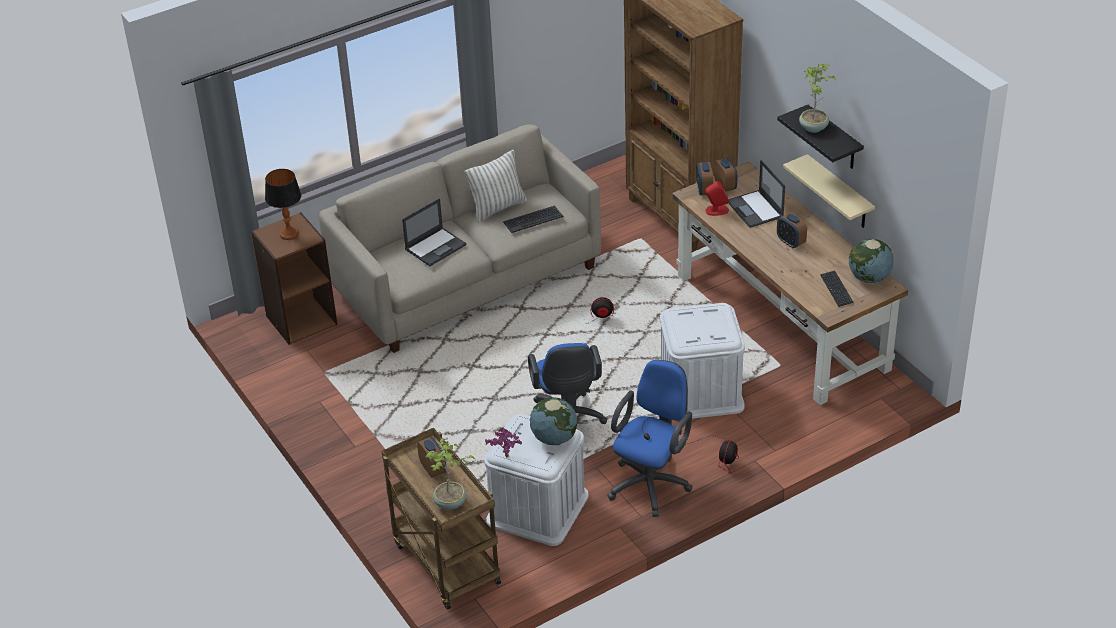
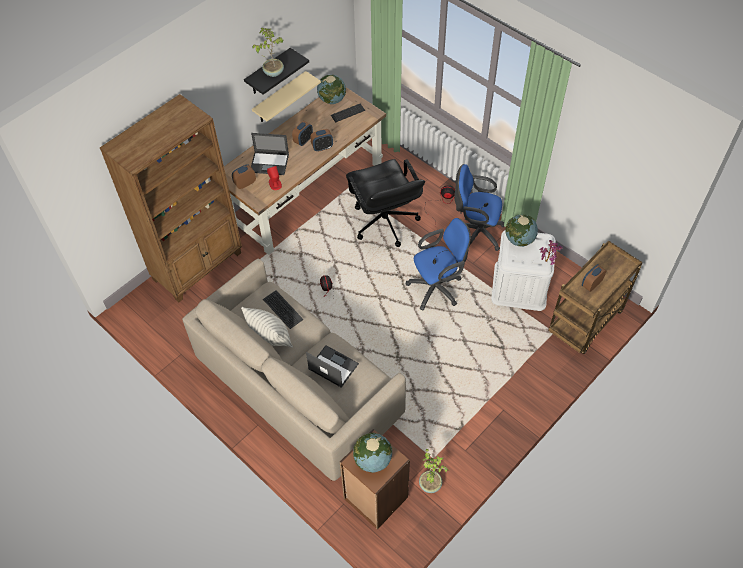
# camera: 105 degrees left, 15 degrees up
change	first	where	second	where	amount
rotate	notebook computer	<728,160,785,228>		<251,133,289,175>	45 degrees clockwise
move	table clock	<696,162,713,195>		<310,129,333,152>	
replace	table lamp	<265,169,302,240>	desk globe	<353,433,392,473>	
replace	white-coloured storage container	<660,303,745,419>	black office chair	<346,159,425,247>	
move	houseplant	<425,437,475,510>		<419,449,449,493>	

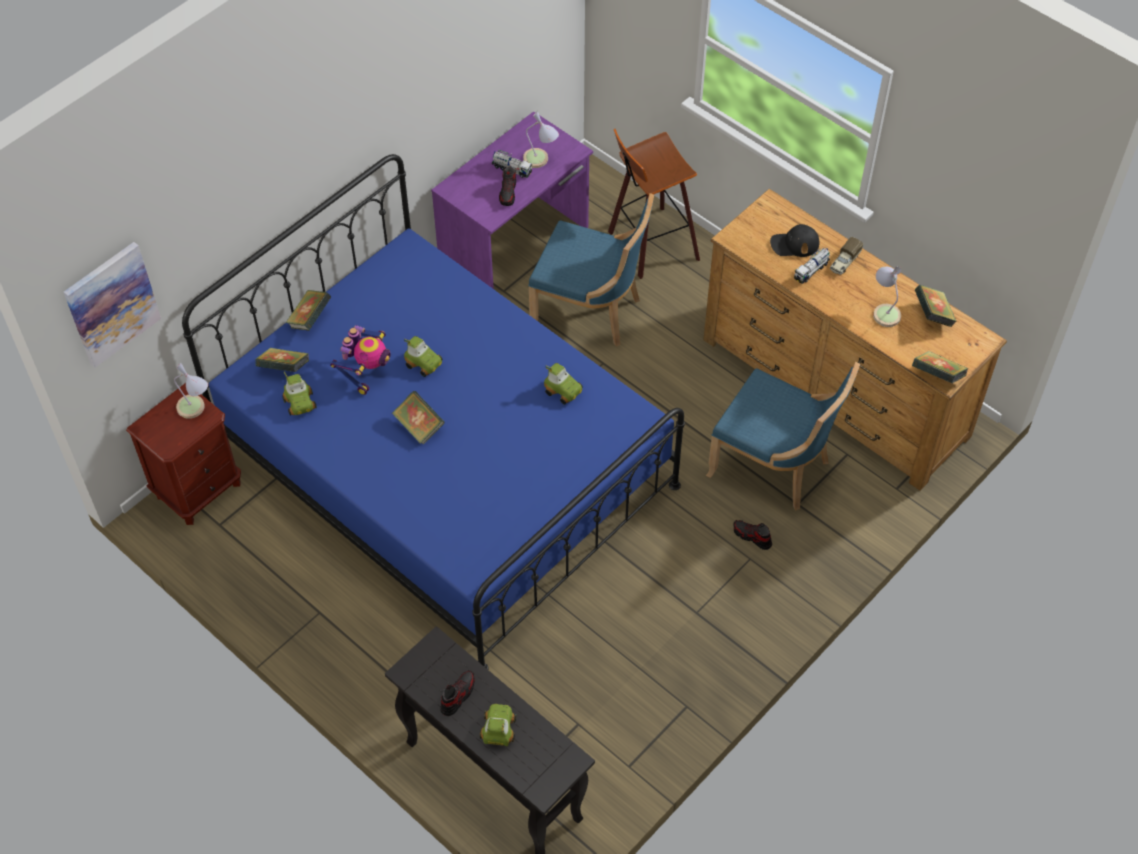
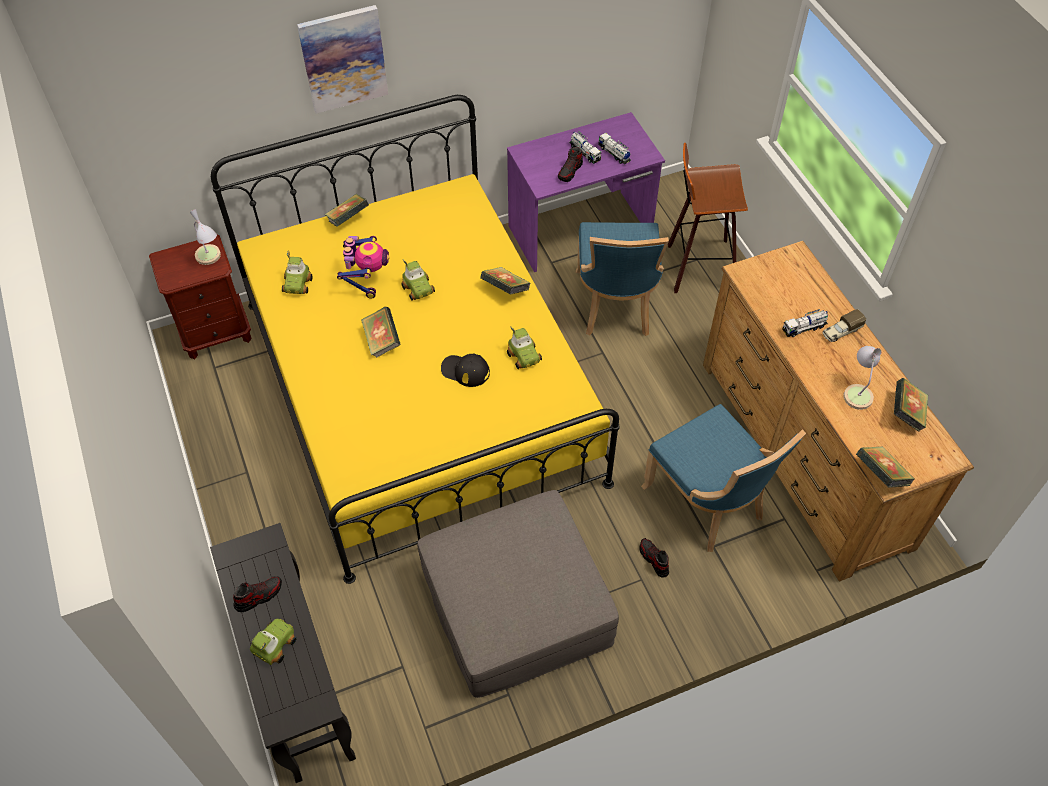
# camera: 25 degrees right, 0 degrees up
change	first	where	second	where	amount
replace	table lamp	<523,111,559,168>	model truck	<598,132,631,164>	
recolor	bluish bed	<182,154,685,669>	yellow-coloured bed	<211,95,620,584>	
rotate	bluish plain chair	<528,193,654,347>		<576,222,669,336>	45 degrees clockwise
move	black cap	<770,224,820,257>		<441,353,490,387>	
move	wall picture	<64,242,161,368>		<297,5,388,114>	
rotate	model robot	<330,325,390,395>		<337,236,390,299>	45 degrees counterclockwise
move	volume	<256,348,309,372>		<480,267,530,295>	
insert			gray pouffe	<417,490,619,698>	

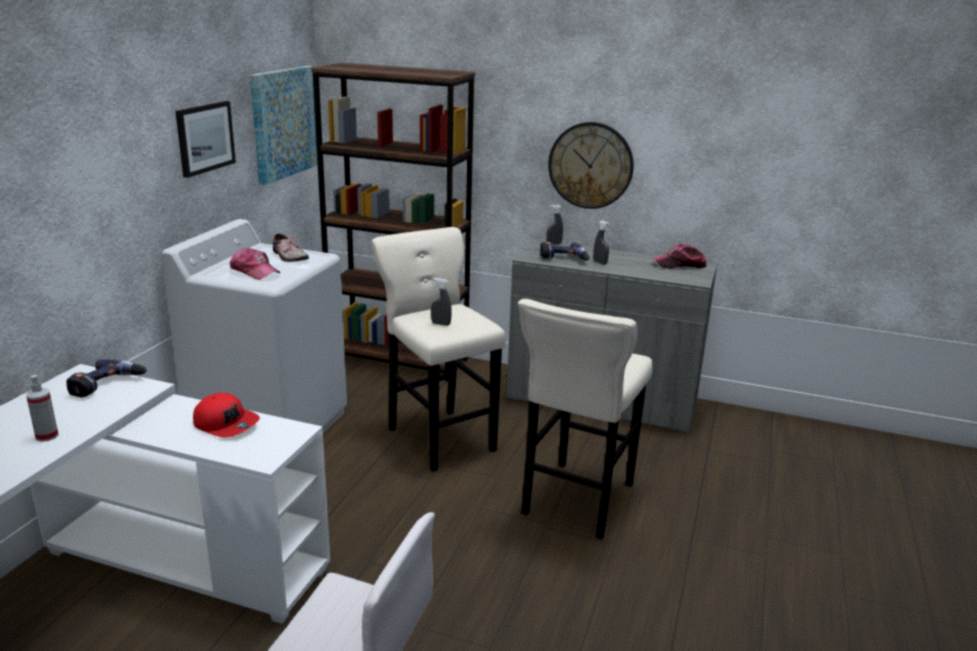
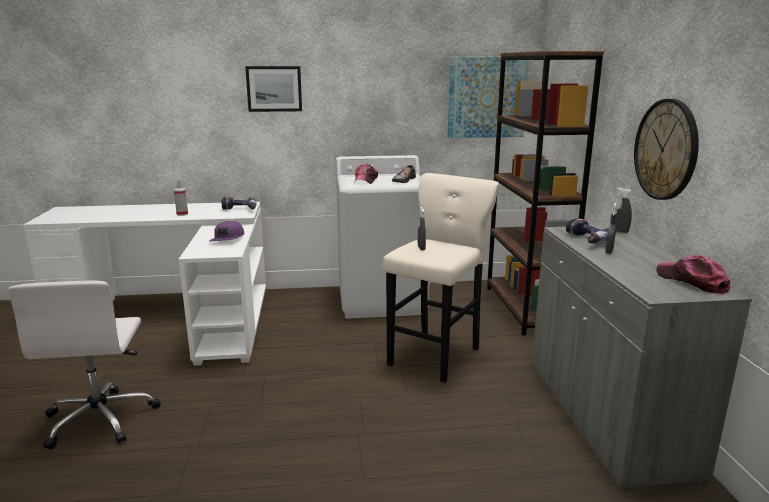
# camera: 65 degrees right, 5 degrees down
change	first	where	second	where	amount
move	wall picture	<175,101,236,178>		<245,66,302,112>	
delete	beige-coloured stool	<518,299,653,540>			
recolor	red-coloured cap	<193,393,260,438>	purplish cap	<210,221,245,241>	

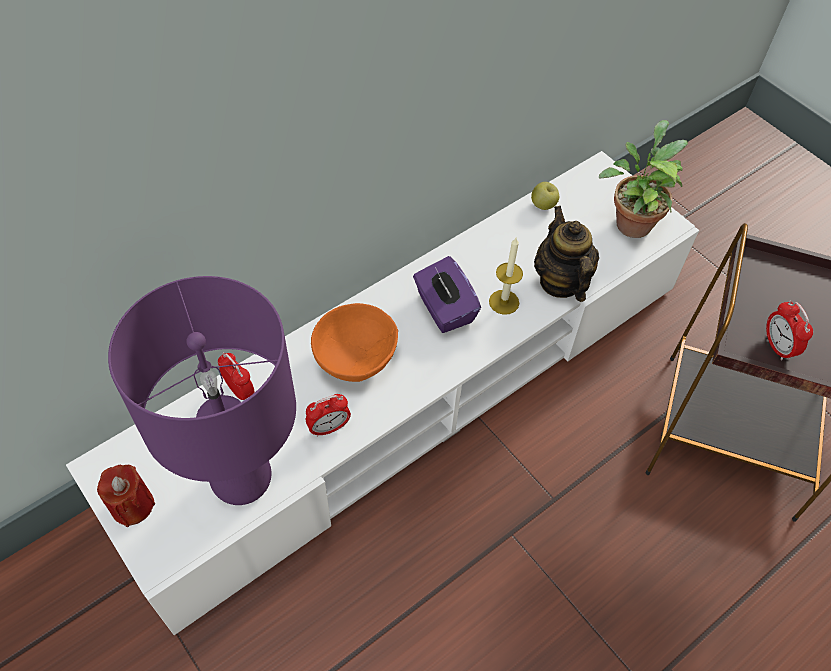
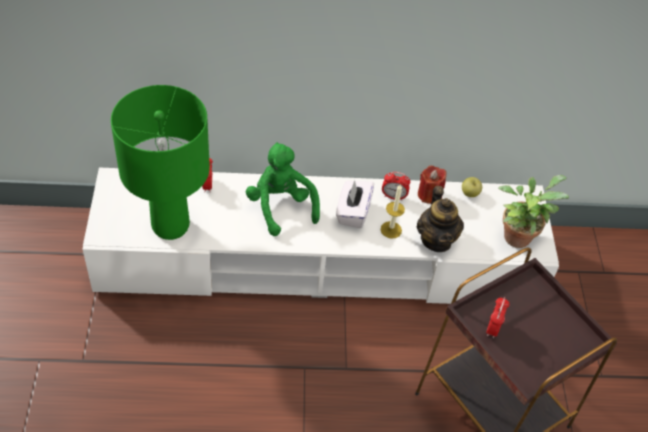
# camera: 35 degrees right, 5 degrees down
change	first	where	second	where	amount
rotate	teapot	<534,206,599,302>		<417,186,464,252>	150 degrees clockwise
recolor	purplish tissue holder	<413,256,481,333>	white-coloured tissue holder	<336,180,374,228>	
recolor	purplish table lamp	<108,276,296,505>	green-coloured table lamp	<111,85,210,240>	
replace	orange-coloured bowl	<311,303,398,382>	green-coloured cuddly toy	<246,142,320,236>	
move	table clock	<306,394,351,437>		<382,172,410,200>	
move	red-coloured wax light	<97,465,155,527>		<418,166,446,204>	

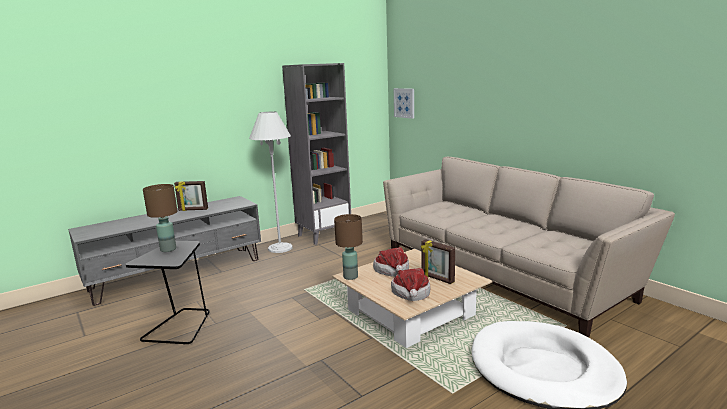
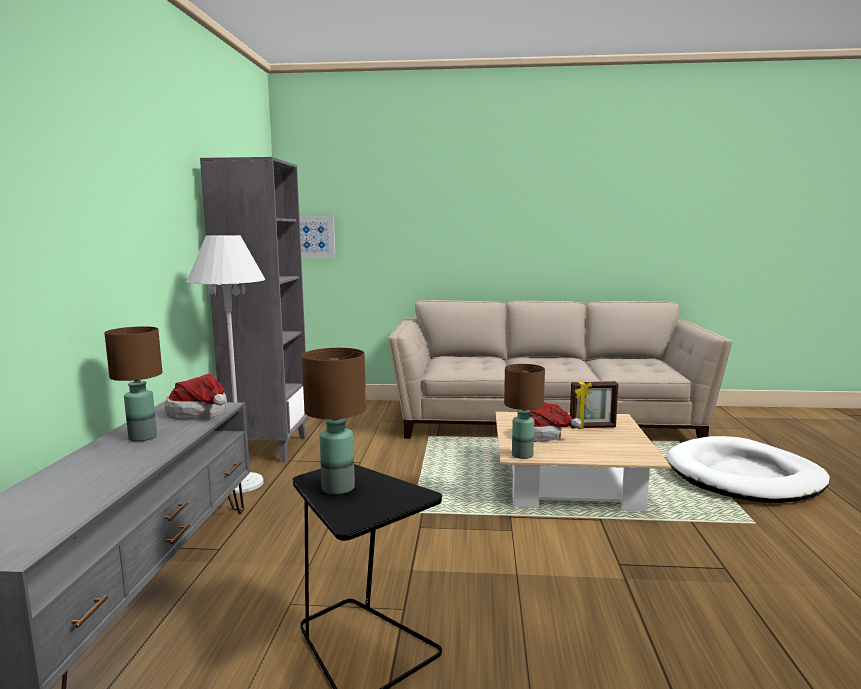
# camera: 50 degrees left, 5 degrees down
change	first	where	second	where	amount
replace	photo frame	<174,181,208,211>	brown-coloured table lamp	<104,326,162,442>	
move	wearable hat	<391,268,430,301>		<165,374,227,419>	

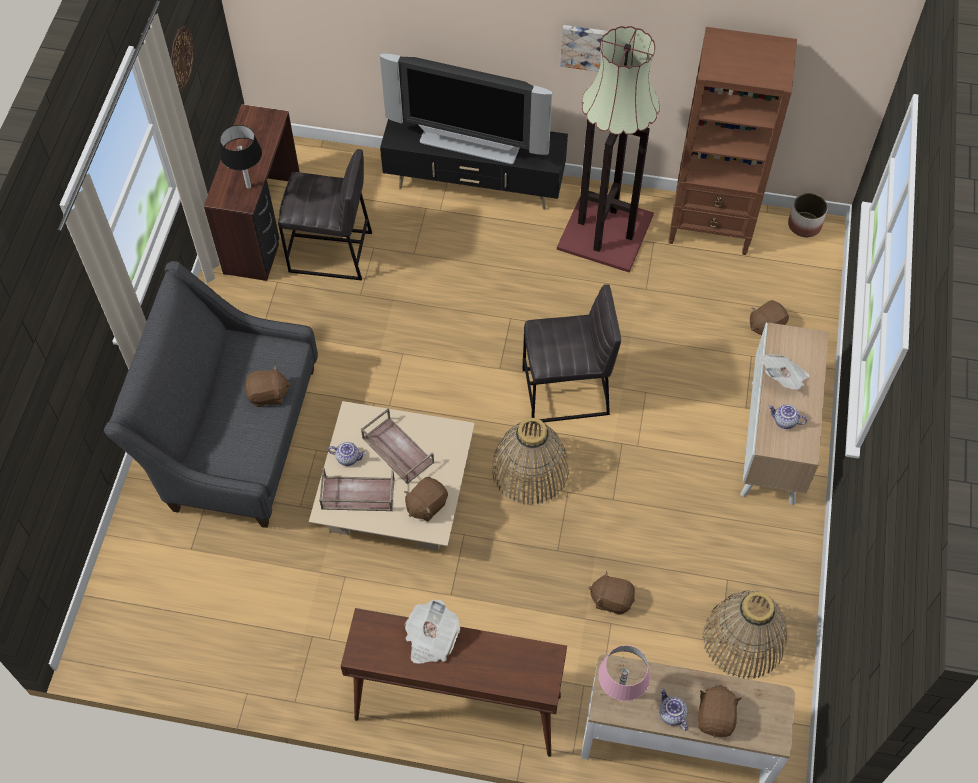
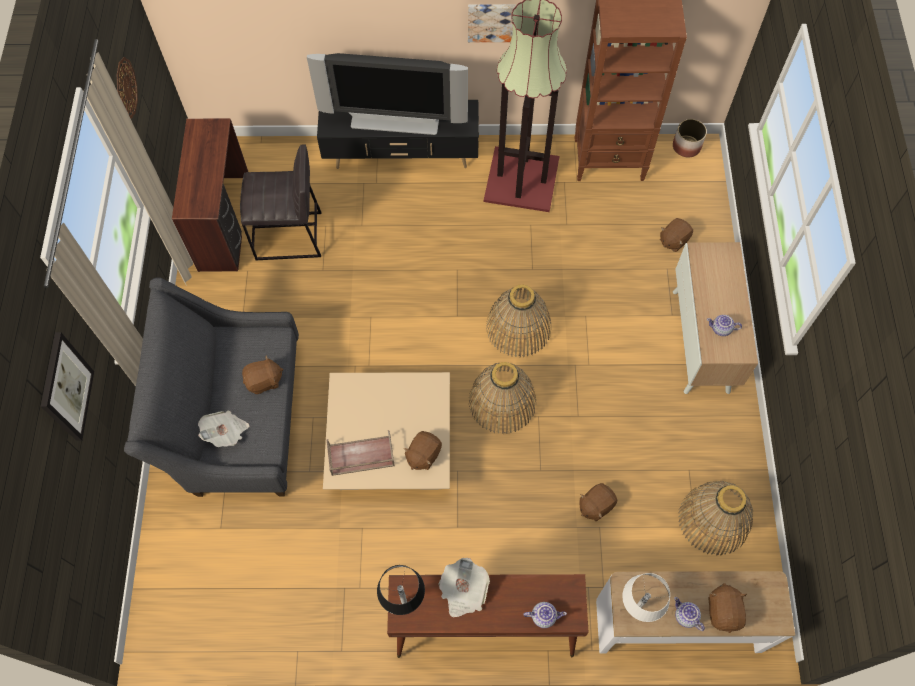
# camera: 10 degrees left, 5 degrees up
change	first	where	second	where	amount
move	black table lamp	<220,125,262,189>		<377,565,425,615>	
replace	gray stool	<523,285,621,424>	household basket	<486,284,551,358>	
move	printed paper	<762,354,809,390>		<198,411,249,447>	
delete	brown-coloured tray	<361,409,434,484>			
move	teapot	<328,442,366,466>		<523,602,567,628>	
rotate	brown-coloured cuddly toy	<589,571,635,615>		<579,483,618,521>	45 degrees counterclockwise
recolor	pink table lamp	<598,645,650,701>	white-coloured table lamp	<622,573,670,622>	
insert			wall picture	<41,332,94,441>	

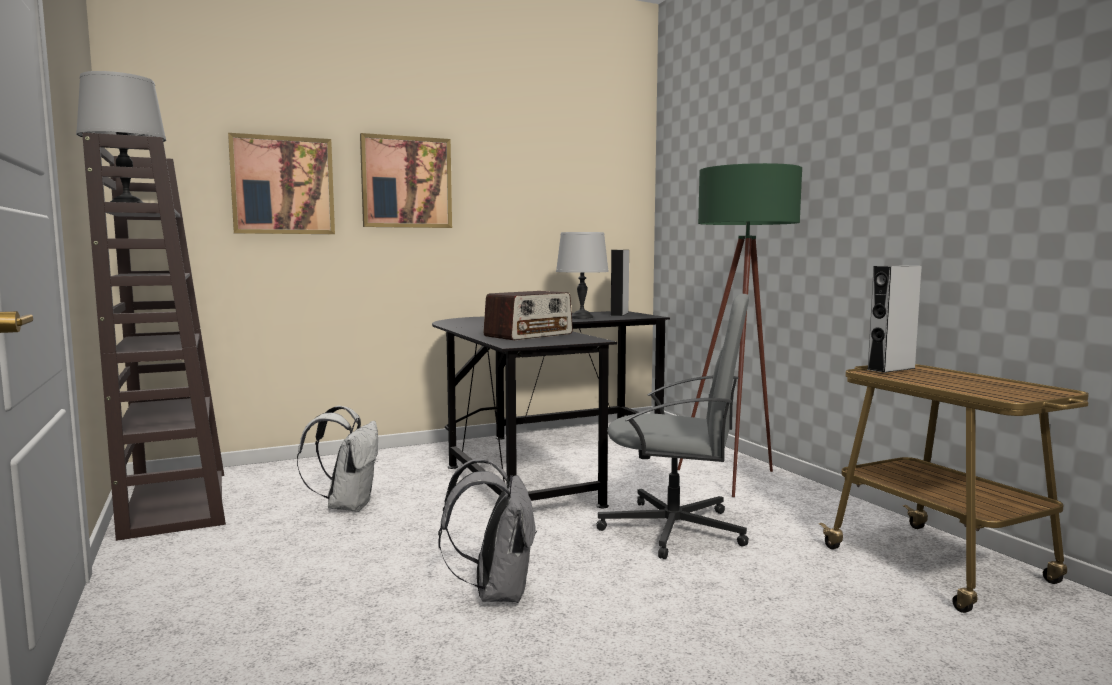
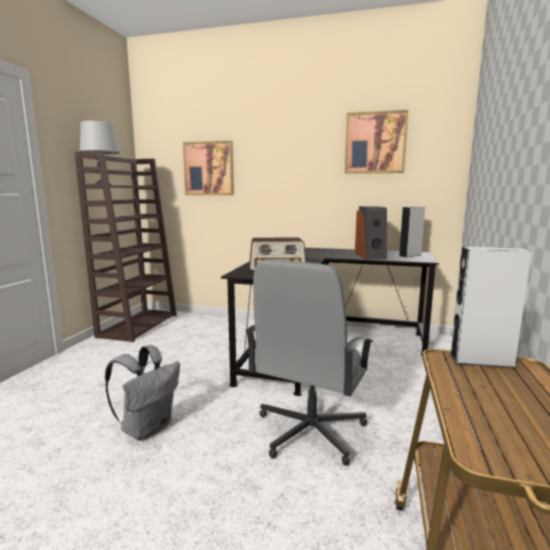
# camera: 40 degrees right, 5 degrees up
change	first	where	second	where	amount
move	wall picture	<360,133,452,228>		<345,110,409,174>	
delete	green-coloured standing lamp	<677,163,802,497>			
replace	gray table lamp	<556,232,609,319>	speaker	<355,206,387,260>	
rotate	gray office chair	<597,294,749,559>		<245,259,373,466>	60 degrees clockwise
delete	white-coloured rucksack	<297,406,378,512>			

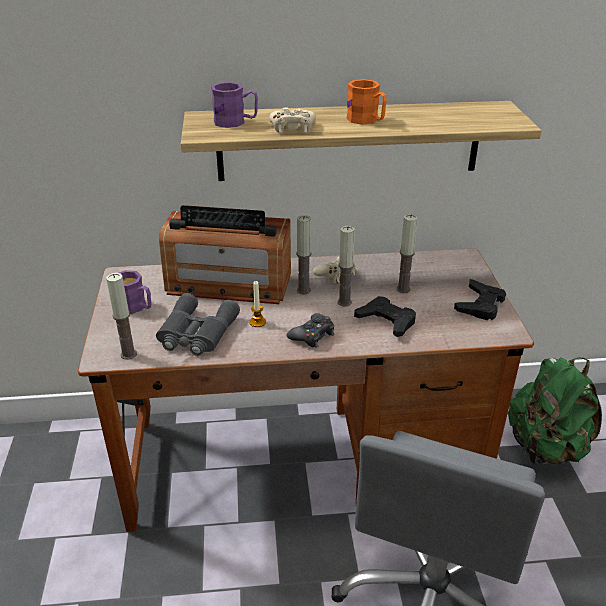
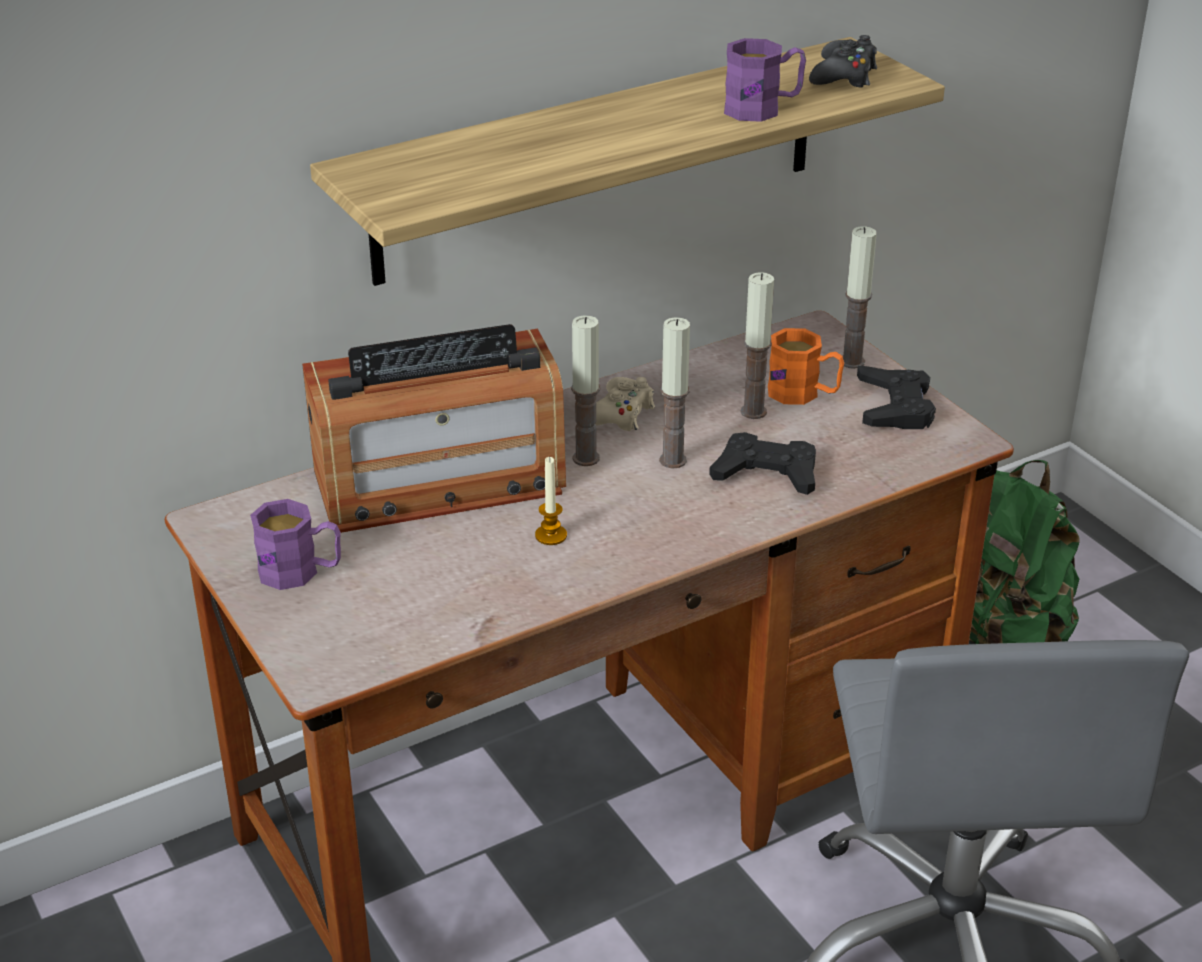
# camera: 25 degrees left, 0 degrees up
change	first	where	second	where	amount
move	orange-coloured tea mug	<346,79,387,125>		<768,328,844,405>	
move	purplish tea mug	<211,82,258,128>		<724,38,806,122>	
delete	beige-coloured gamepad	<269,107,316,133>			
move	wax light	<106,273,137,360>		<843,226,877,369>	
delete	gray binoculars	<156,293,240,356>			
move	black gamepad	<287,313,334,348>		<809,35,877,88>	

